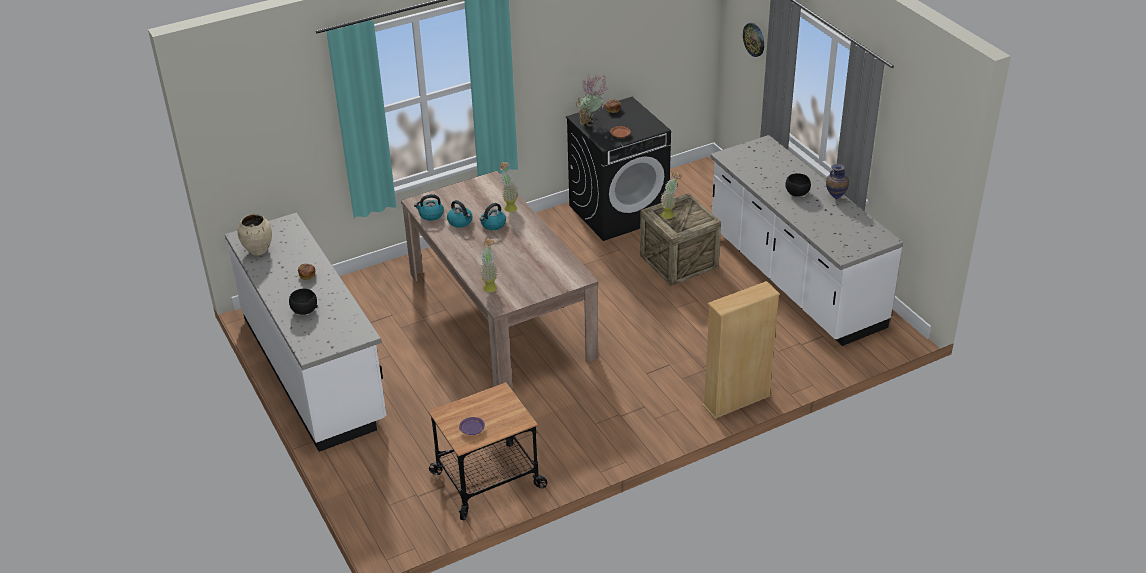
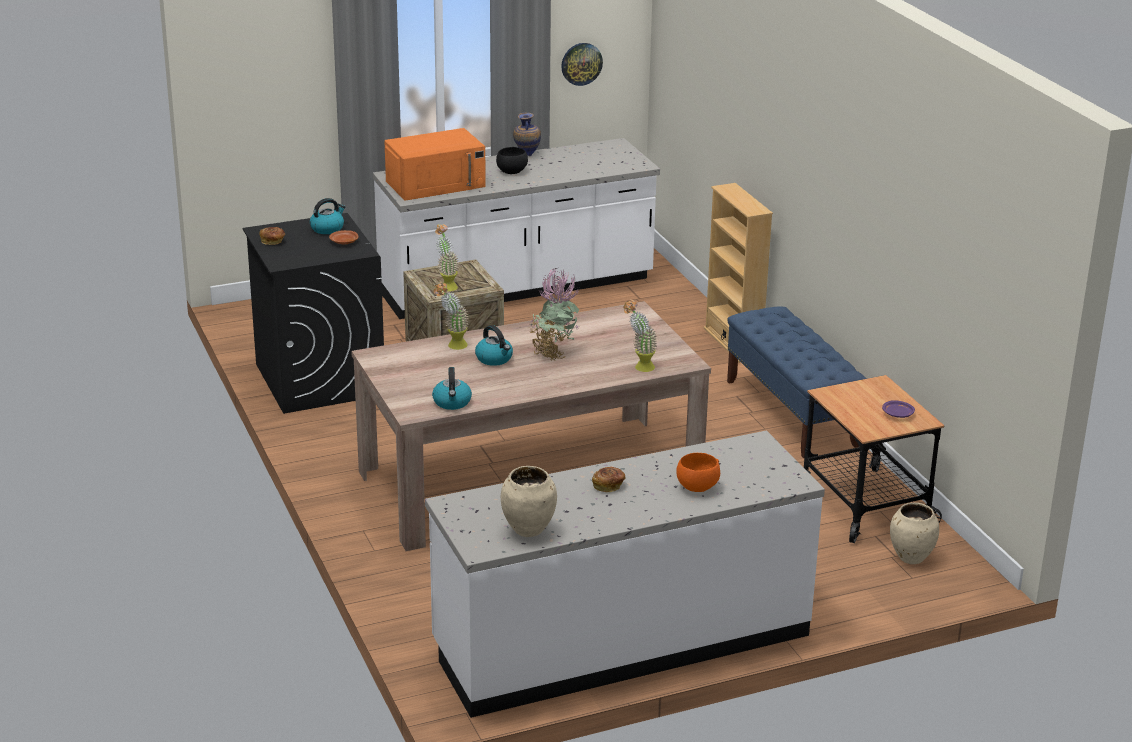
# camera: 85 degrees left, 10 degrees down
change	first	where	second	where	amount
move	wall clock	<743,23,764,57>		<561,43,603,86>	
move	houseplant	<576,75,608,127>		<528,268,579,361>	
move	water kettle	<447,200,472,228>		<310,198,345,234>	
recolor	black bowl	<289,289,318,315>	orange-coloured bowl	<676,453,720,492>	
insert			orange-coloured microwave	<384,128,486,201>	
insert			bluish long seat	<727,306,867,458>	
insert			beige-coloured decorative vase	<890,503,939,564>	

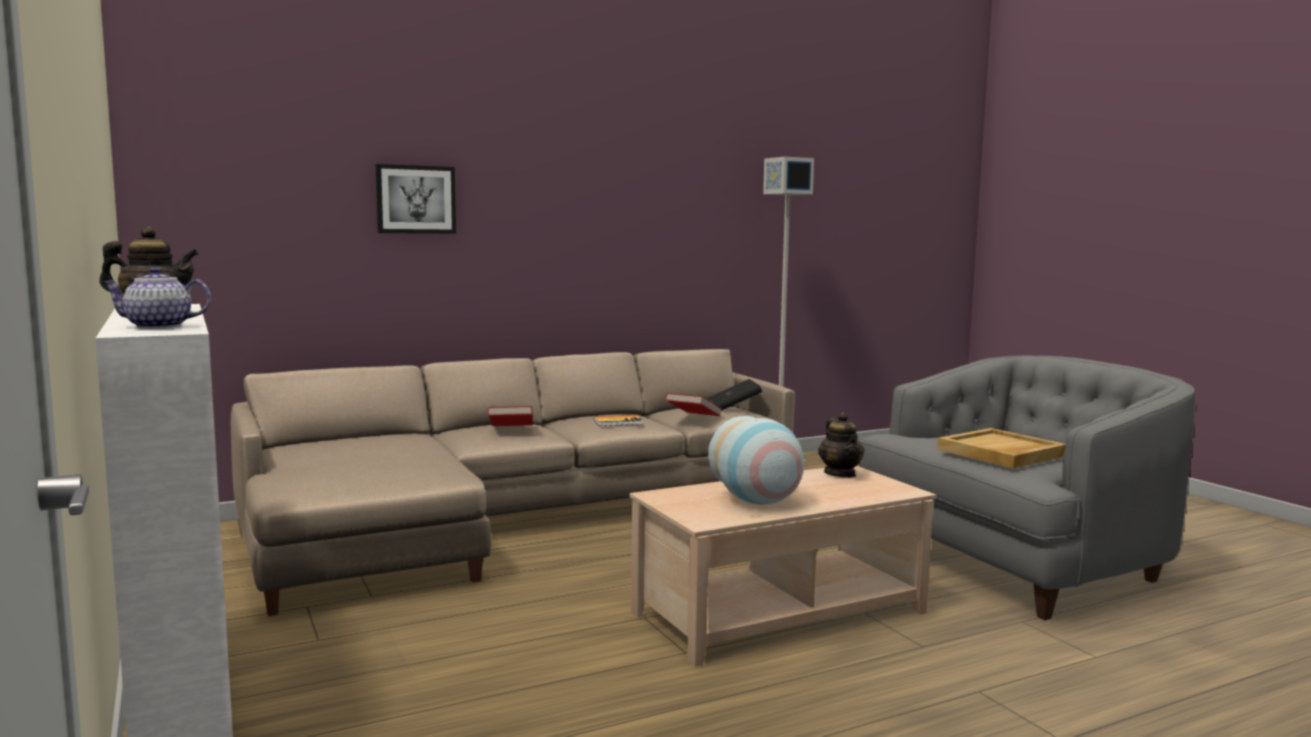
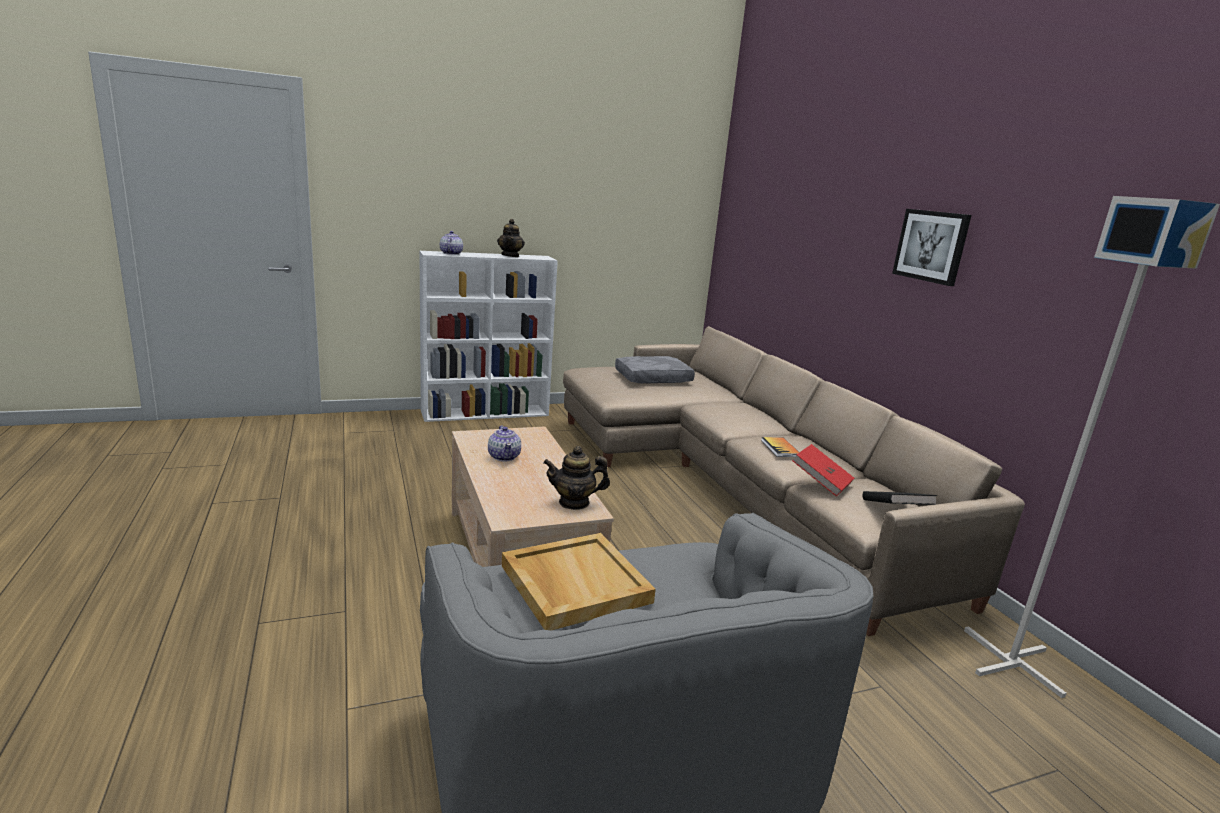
# camera: 95 degrees right, 10 degrees up
change	first	where	second	where	amount
move	wall picture	<376,164,456,234>		<892,209,972,286>	
delete	red-coloured volume	<487,406,533,426>			
replace	decorative vase	<708,416,804,505>	teapot	<488,425,521,462>	
insert			gray pillow	<615,356,695,383>	

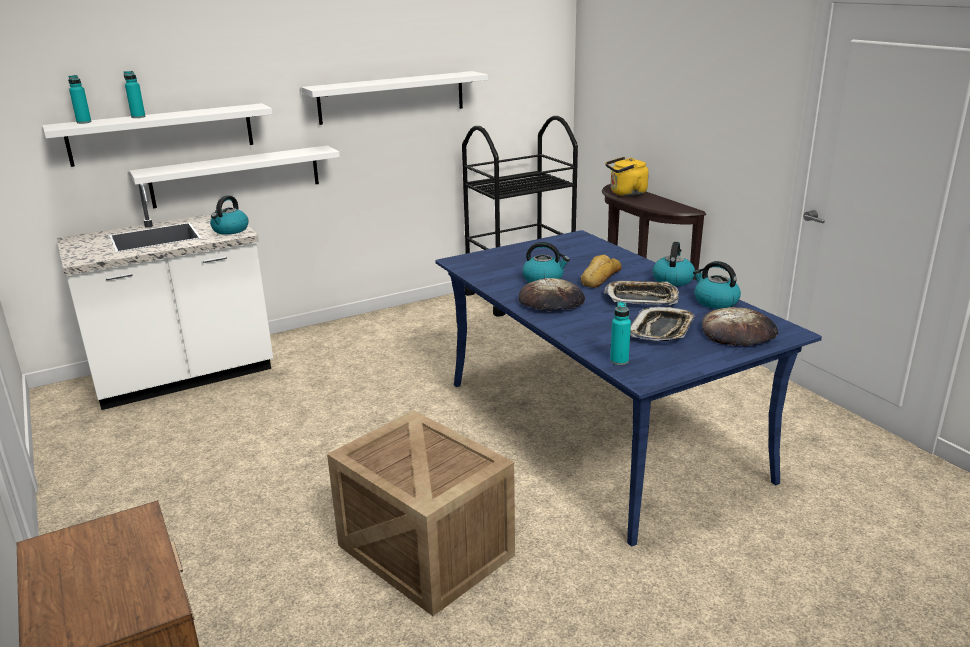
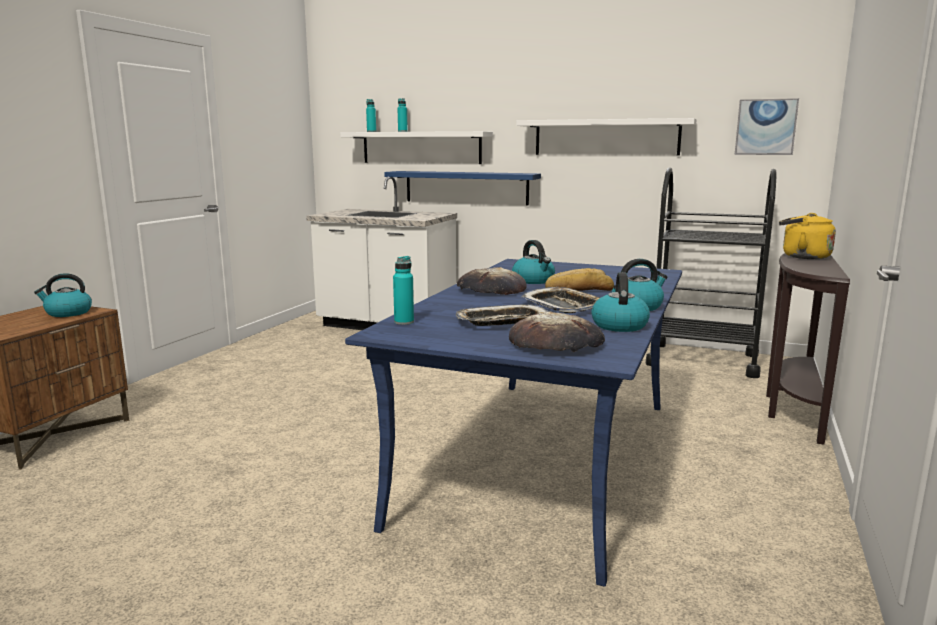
# camera: 50 degrees right, 10 degrees down
change	first	where	second	where	amount
recolor	white-coloured wall shelf	<129,145,340,208>	bluish wall shelf	<384,171,541,206>	
move	water kettle	<210,196,249,235>		<34,273,92,317>	
delete	packing crate	<327,410,515,616>			
insert			wall picture	<735,98,799,155>	

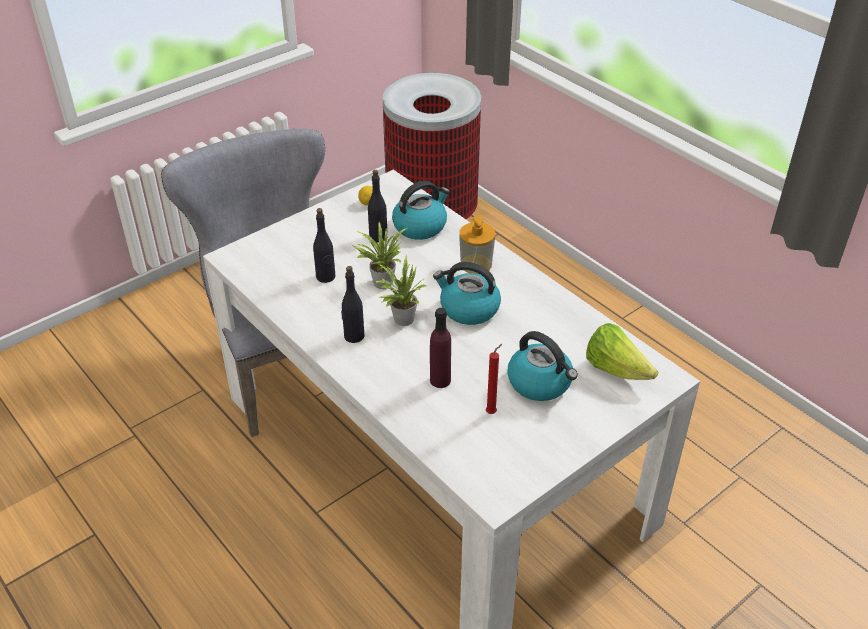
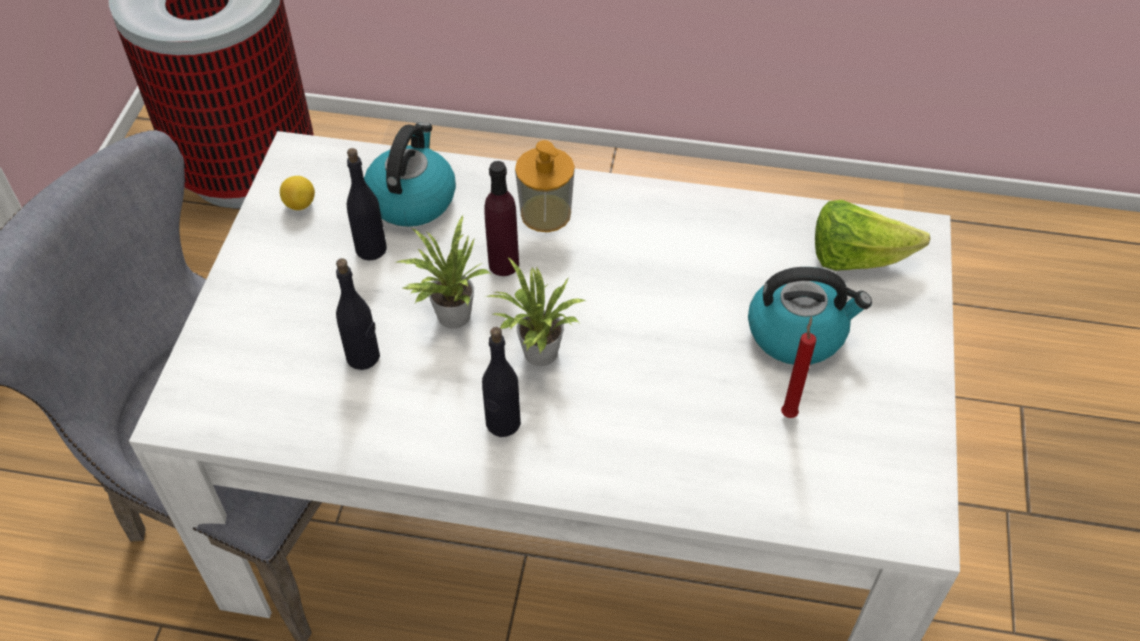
# camera: 40 degrees left, 10 degrees up
change	first	where	second	where	amount
delete	water kettle	<433,262,501,325>			
move	purplish beverage bottle	<430,308,451,388>		<484,161,519,276>	

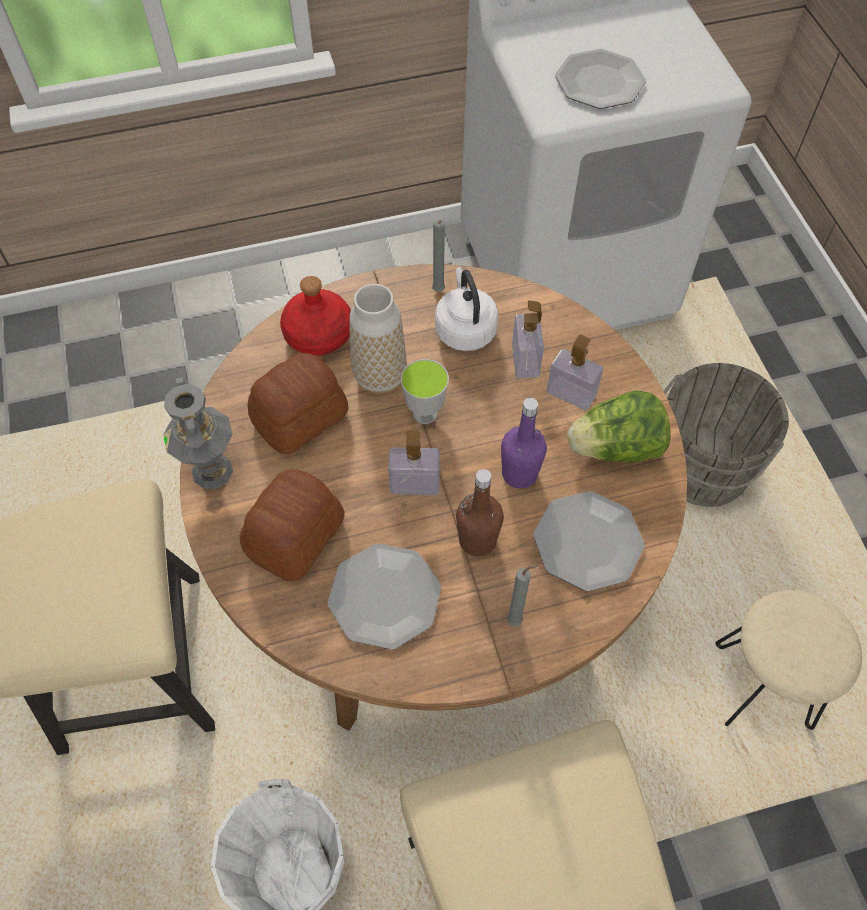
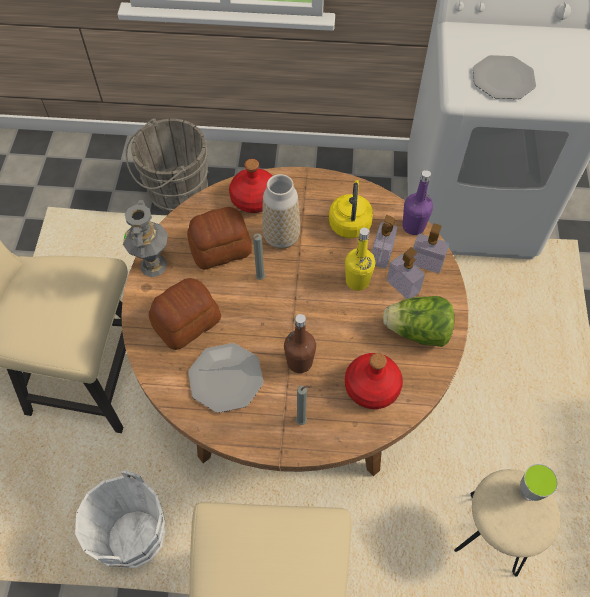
# camera: 20 degrees right, 0 degrees up
change	first	where	second	where	amount
move	gray wax light	<432,219,445,292>		<253,234,265,280>	
recolor	white-coloured water kettle	<435,267,498,351>	yellow-coloured water kettle	<329,180,373,238>	
move	small cup	<401,359,449,424>		<520,464,558,501>	
move	gray water bucket	<664,363,789,507>		<125,119,209,212>	
move	purplish beverage bottle	<501,398,547,489>		<403,170,433,235>	
move	soap bottle	<388,430,440,495>		<413,223,449,273>	
replace	dinner plate	<534,491,644,591>	red-coloured beverage bottle	<345,353,403,409>	
insert			yellow-coloured beverage bottle	<345,228,375,291>	

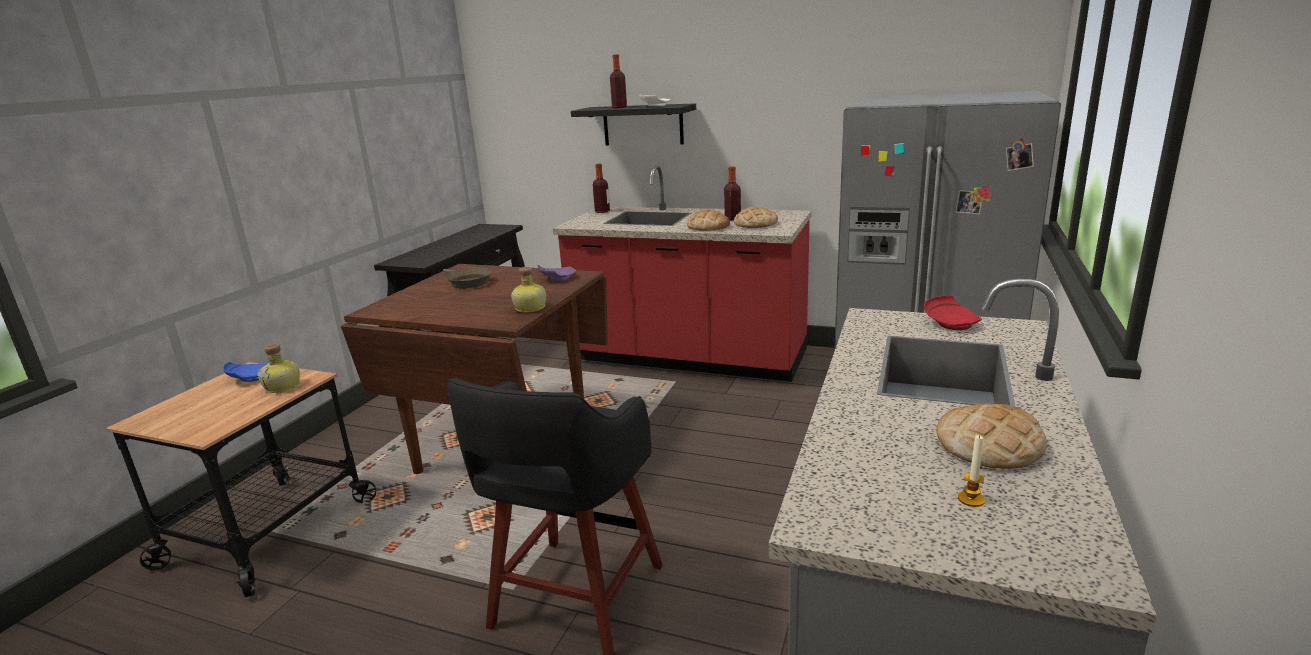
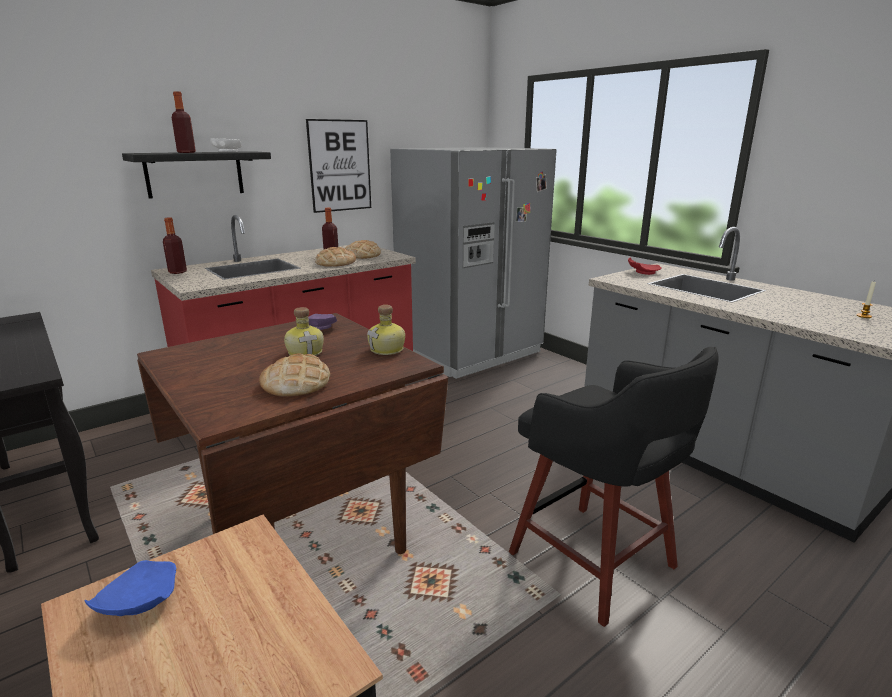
# camera: 60 degrees left, 0 degrees up
change	first	where	second	where	amount
delete	brown-coloured pan	<443,268,492,289>			
move	beverage bottle	<257,344,300,393>		<284,307,324,356>	
move	bakery bread	<936,403,1047,469>		<259,353,330,396>	
insert			wall picture	<306,119,371,213>	

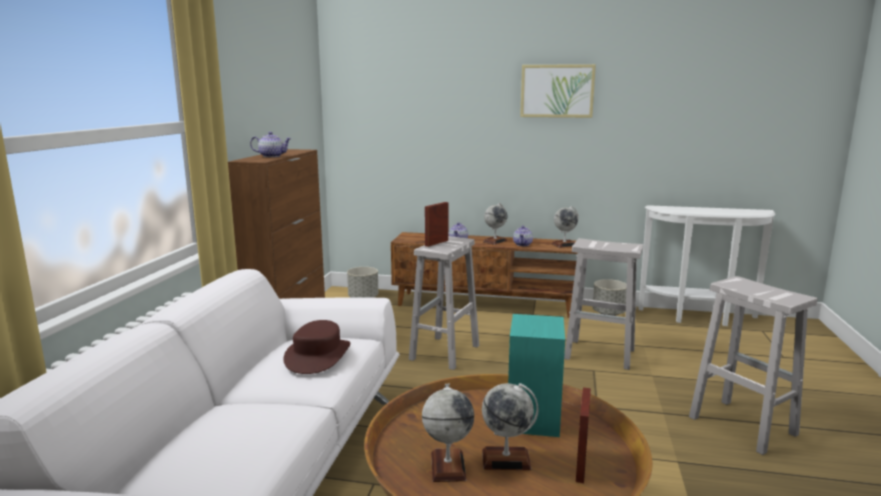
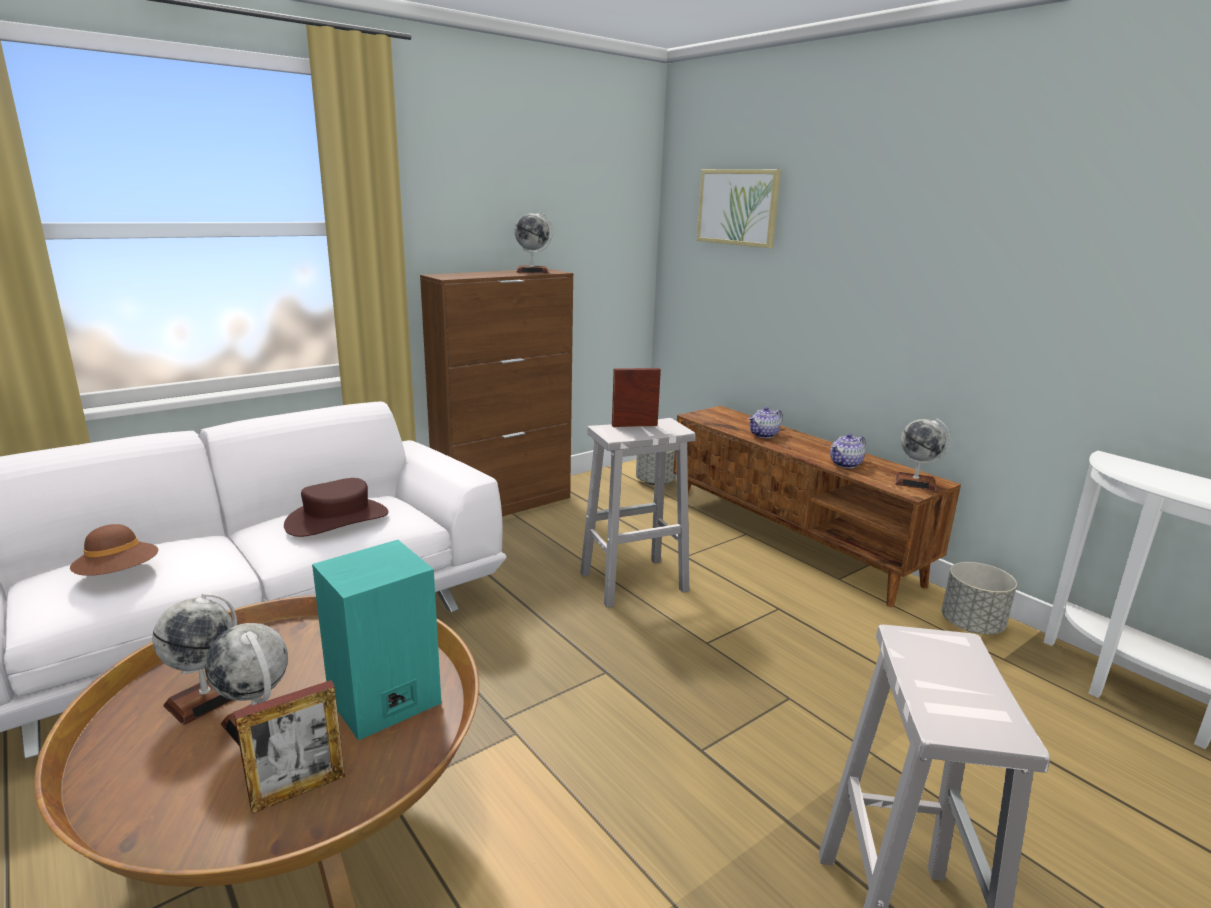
# camera: 40 degrees right, 5 degrees up
change	first	where	second	where	amount
move	wall picture	<520,64,596,118>		<697,169,781,248>	
delete	teapot	<250,132,292,157>			
move	desk globe	<483,203,507,245>		<514,211,553,273>	
delete	white-coloured stool	<564,238,643,370>			
insert			brown-coloured wearable hat	<70,524,158,576>	

